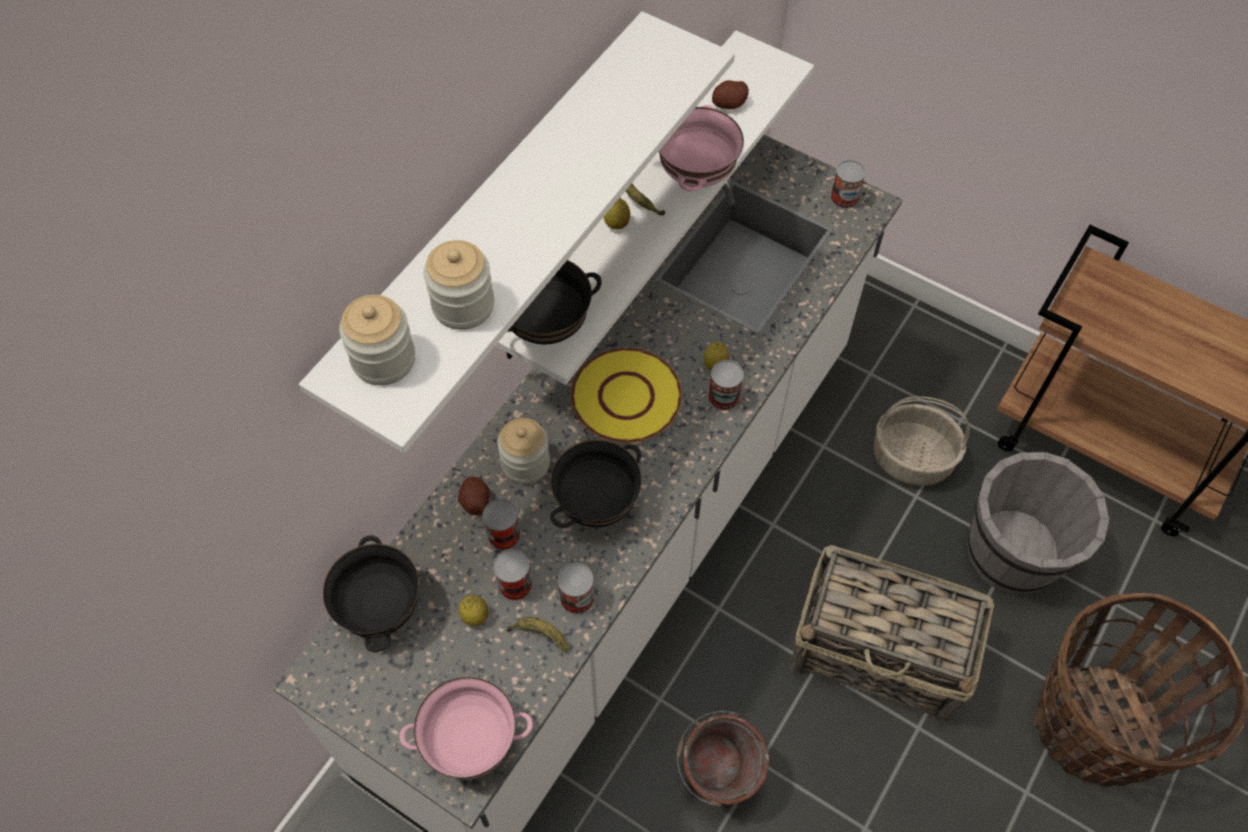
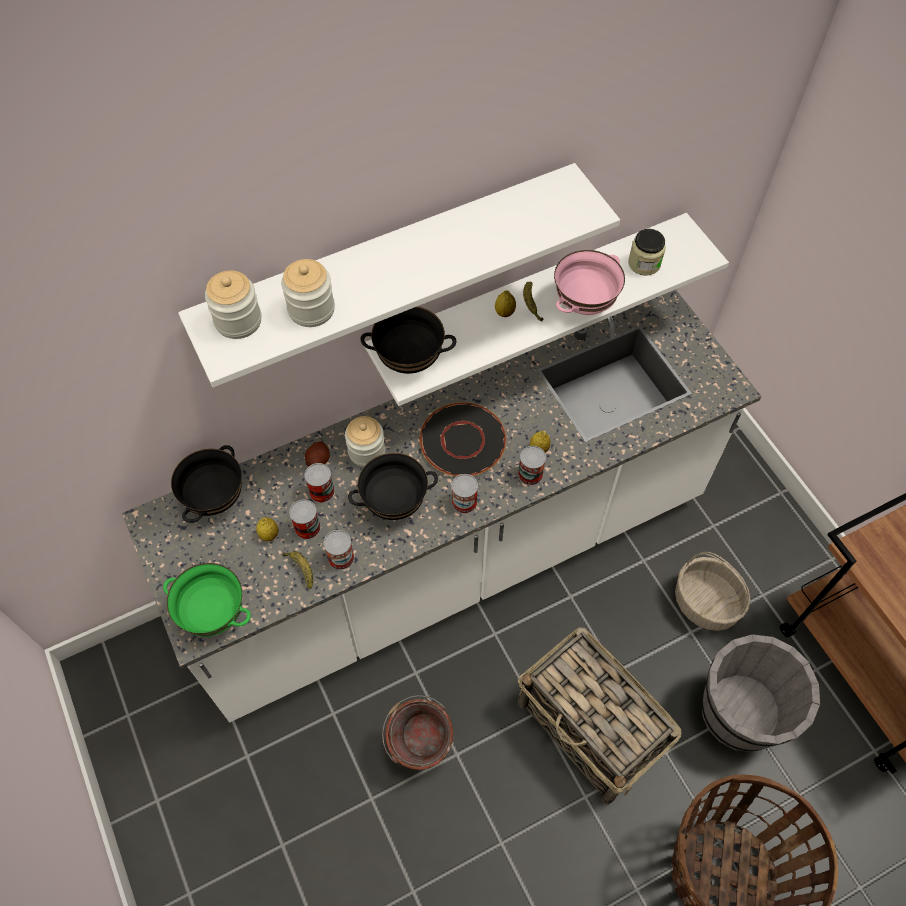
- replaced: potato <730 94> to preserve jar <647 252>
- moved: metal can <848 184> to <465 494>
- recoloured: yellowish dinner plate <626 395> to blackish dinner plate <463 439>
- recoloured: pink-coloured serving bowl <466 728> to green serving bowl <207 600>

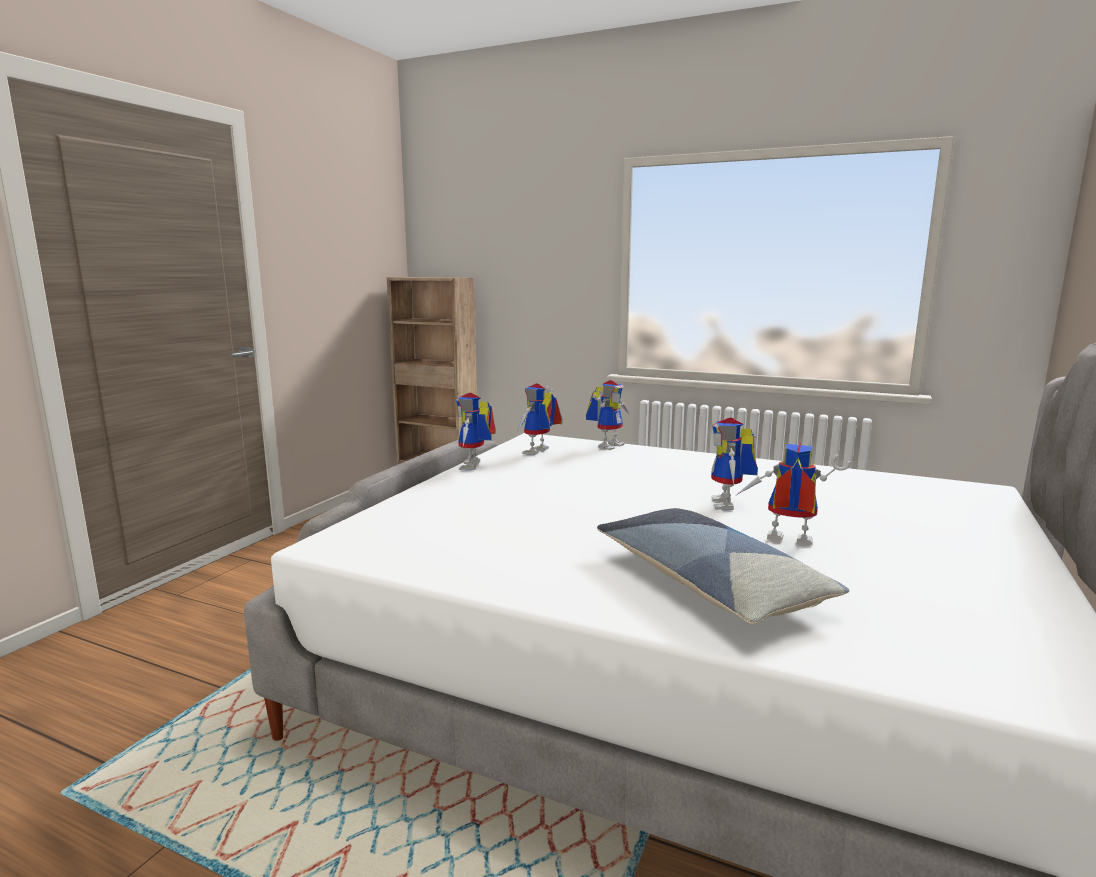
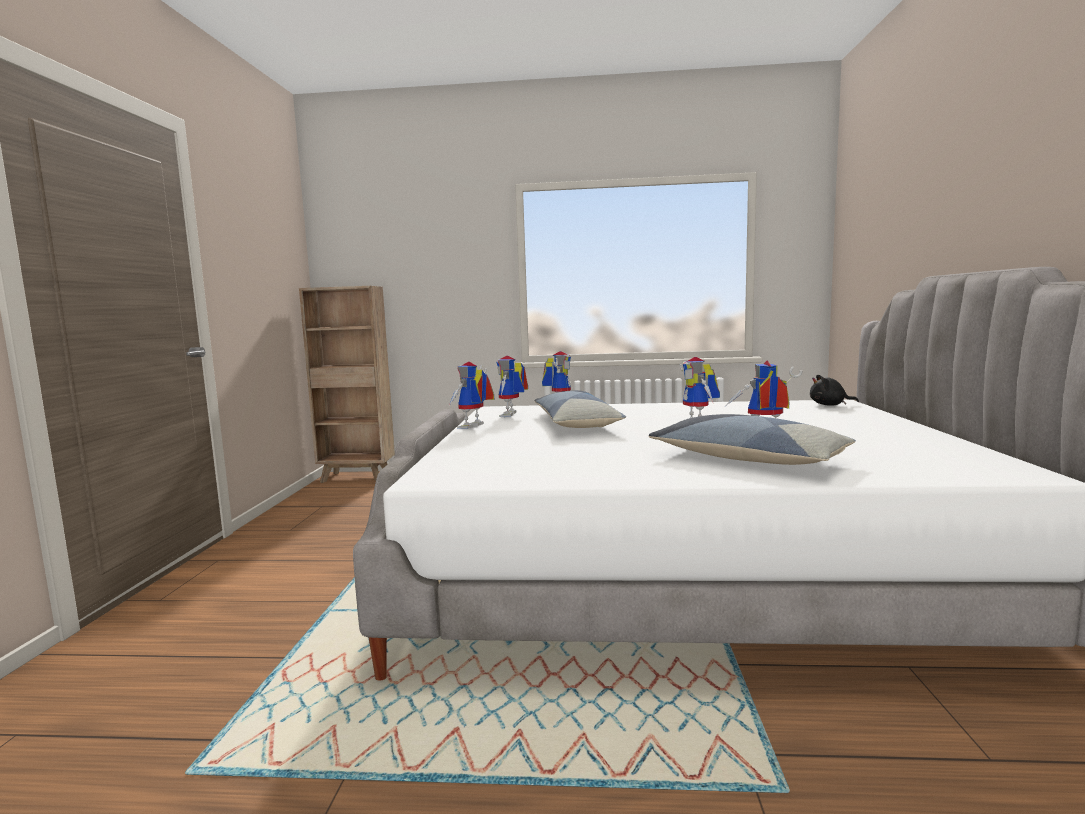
- turned: toy robot <476 431> = <471 395> 45 degrees clockwise
- added: blackish cuddly toy <834 390>
- added: pillow <580 409>

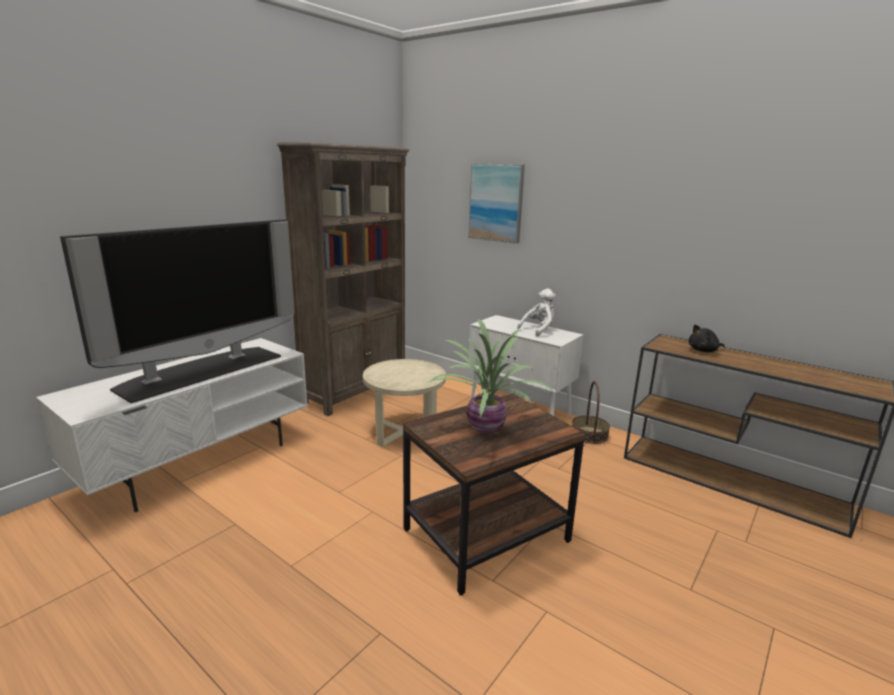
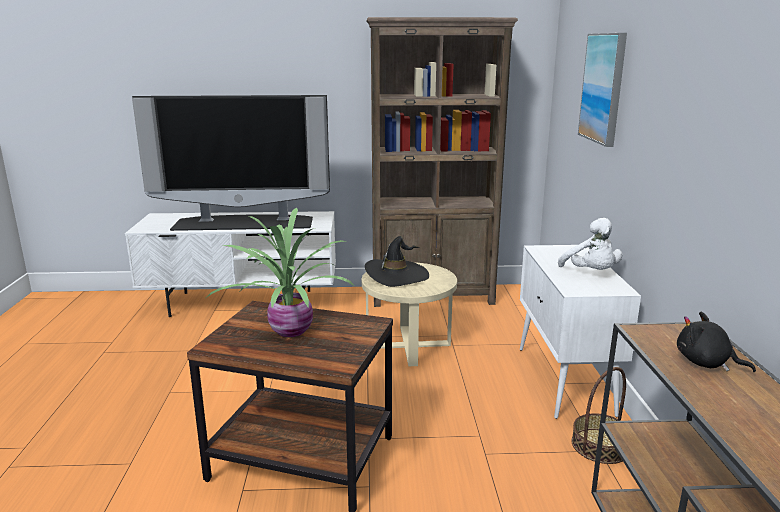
- turned: white-coloured cuddly toy <536 312> = <590 244> 60 degrees clockwise
- added: blackish wearable hat <397 261>

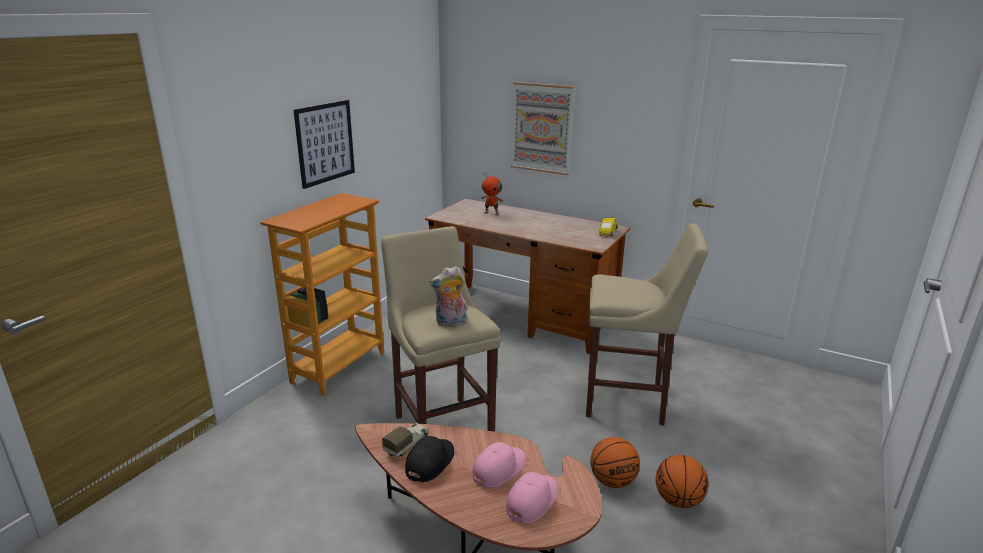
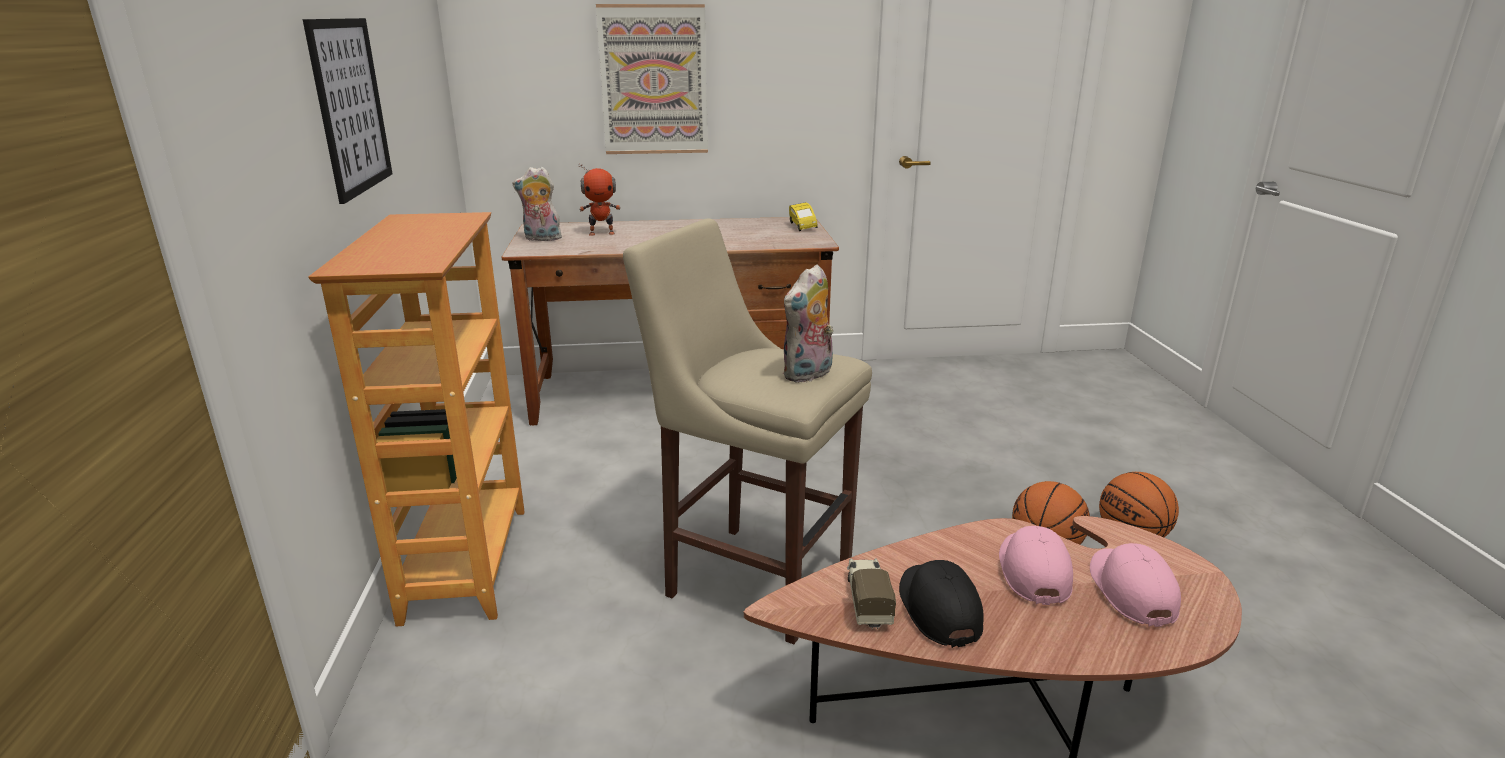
- removed: sand-coloured stool <647 324>
- added: cuddly toy <537 204>

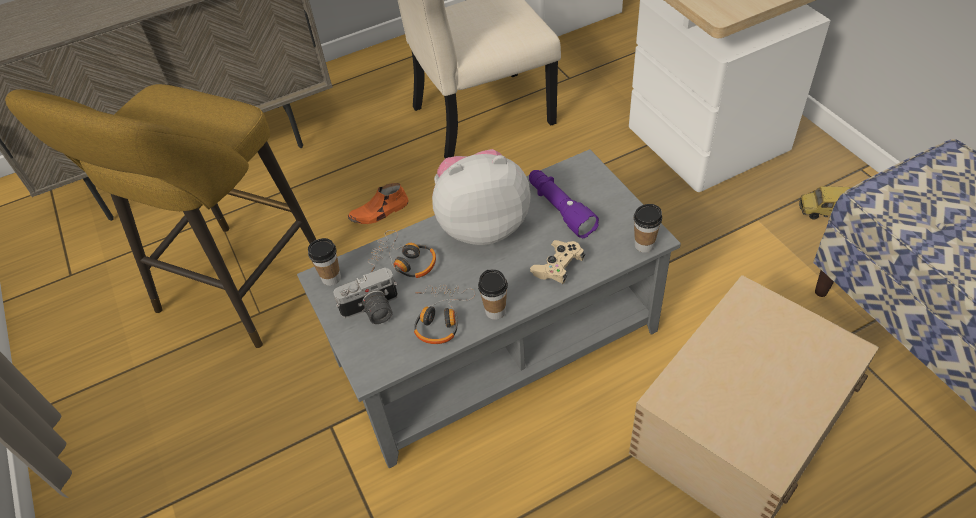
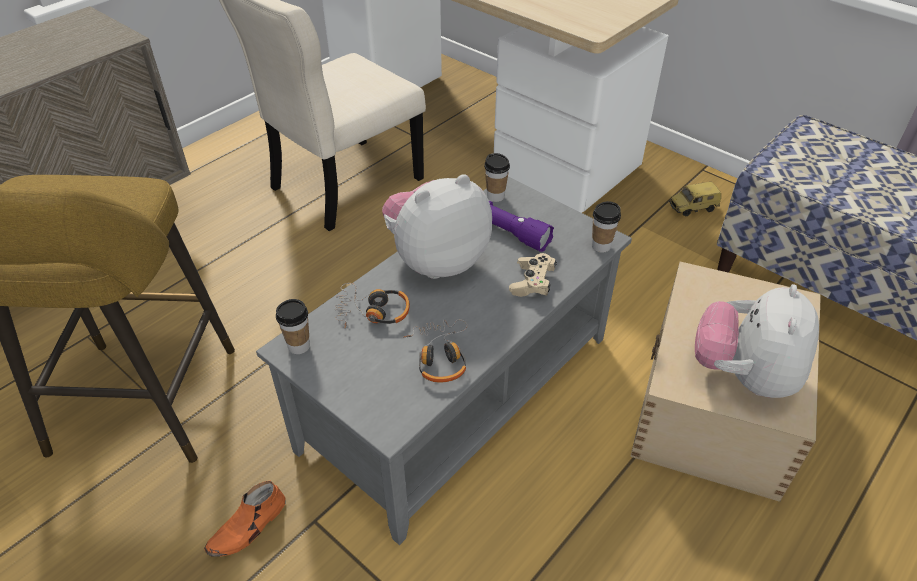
- moved: orangey shoe <378 203> to <245 519>
- removed: photo camera <365 296>
- moved: drinking cup <493 294> to <497 177>
- added: cuddly toy <757 341>

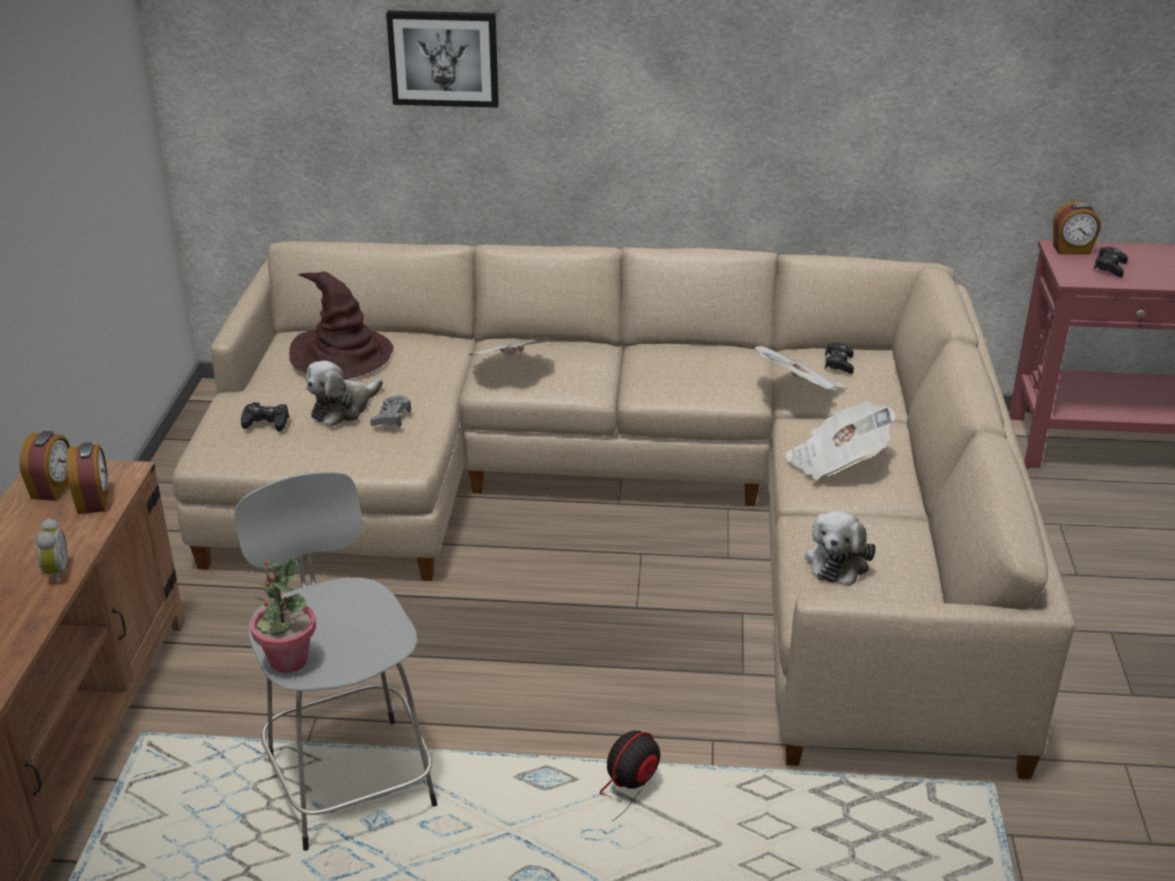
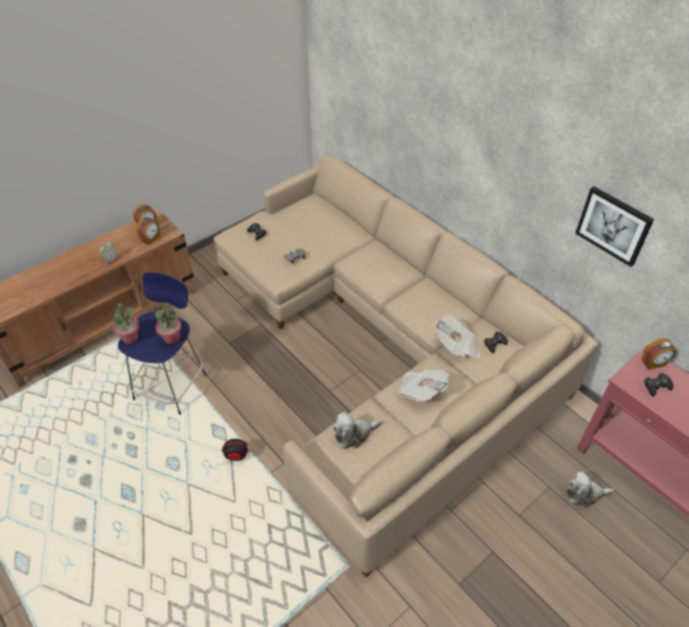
- moved: wall art <442 59> to <614 226>
- turned: alarm clock <1077 228> = <658 354> 60 degrees counterclockwise
- removed: brown-coloured wearable hat <341 325>
- removed: daily paper <510 347>
- moved: cuddly toy <344 394> to <591 490>
- recoloured: gray stool <335 661> to bluish stool <162 343>
- added: potted plant <168 323>

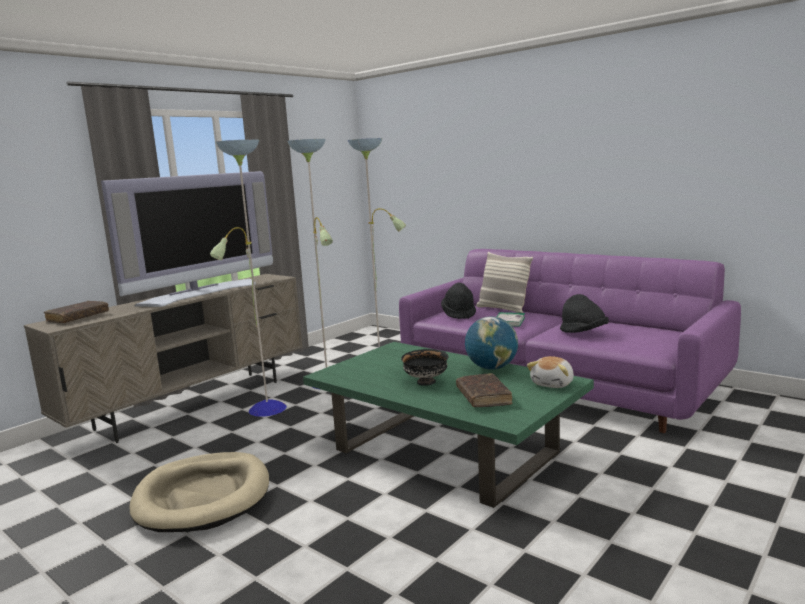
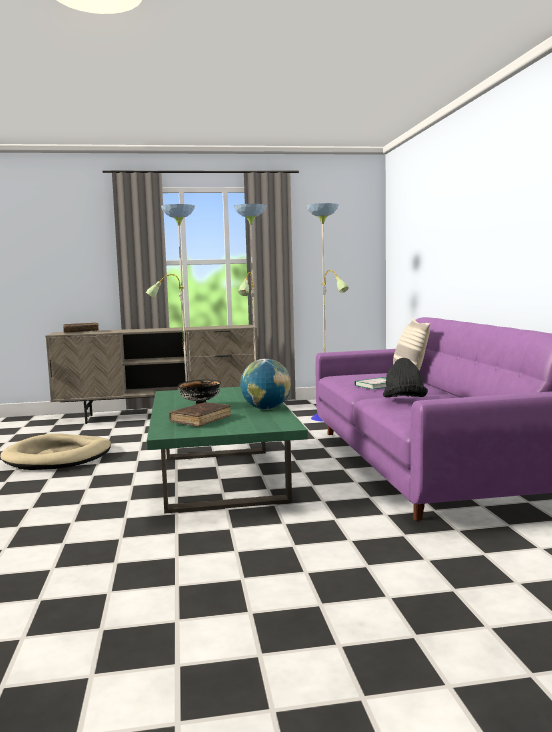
- removed: TV set <187 239>
- removed: blackish wearable hat <458 301>
- removed: cuddly toy <550 372>

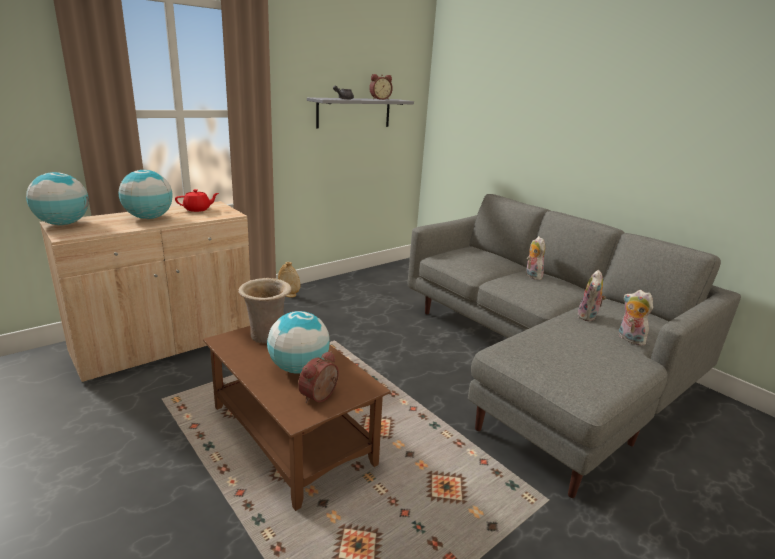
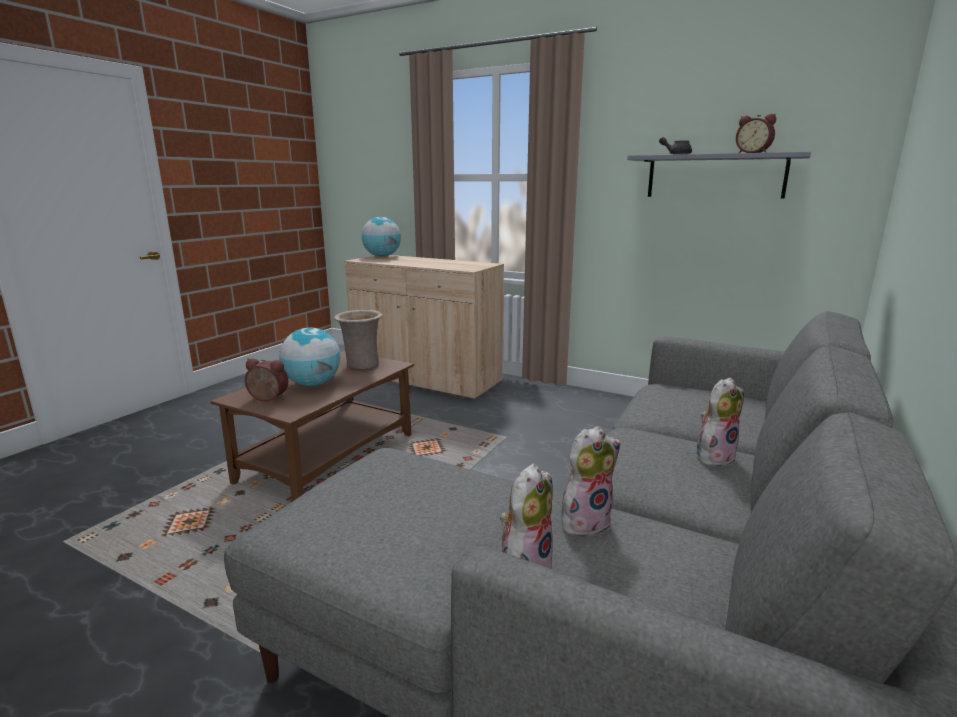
- removed: globe <145 194>
- removed: reddish tea pot <197 200>
- removed: sand-coloured decorative vase <289 280>
- turned: cuddly toy <591 296> = <591 481> 150 degrees clockwise

